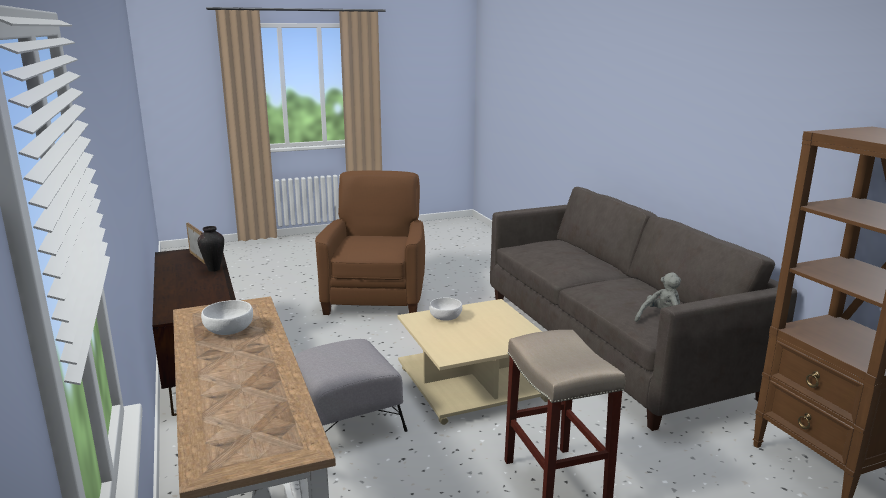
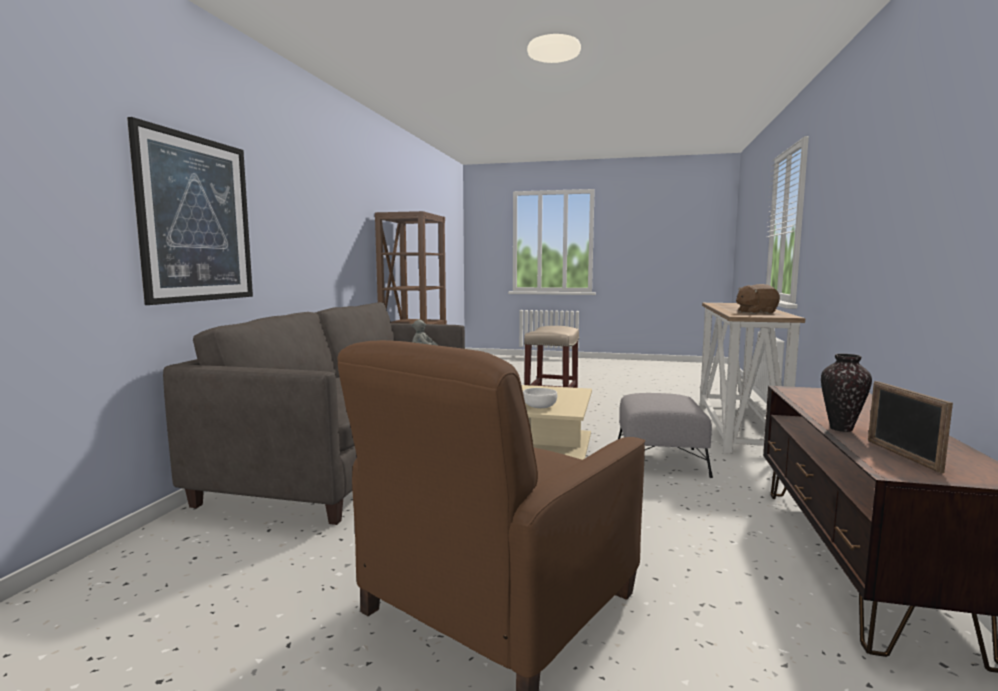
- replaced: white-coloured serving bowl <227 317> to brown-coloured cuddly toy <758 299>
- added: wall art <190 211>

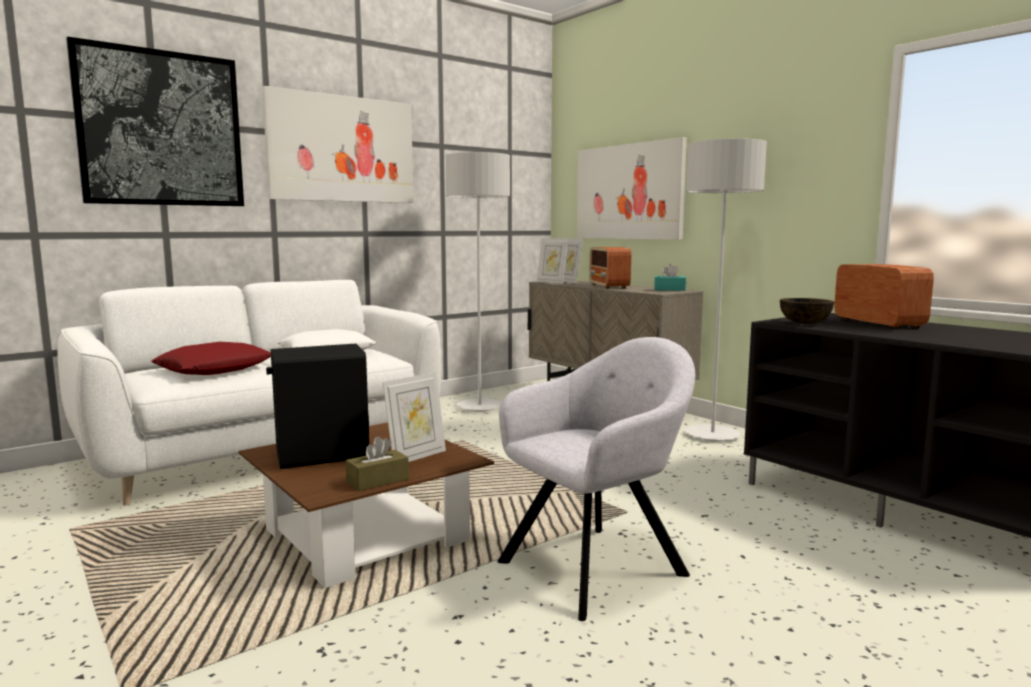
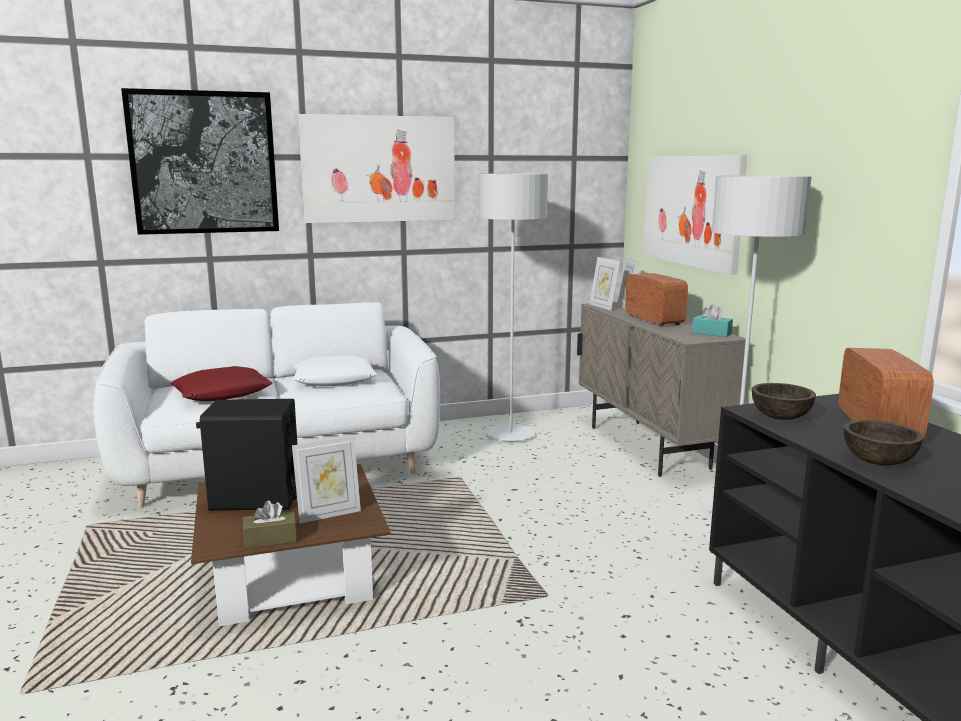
- turned: radio <610 268> = <656 299> 150 degrees clockwise
- removed: gray armchair <596 479>
- added: brown-coloured serving bowl <883 443>

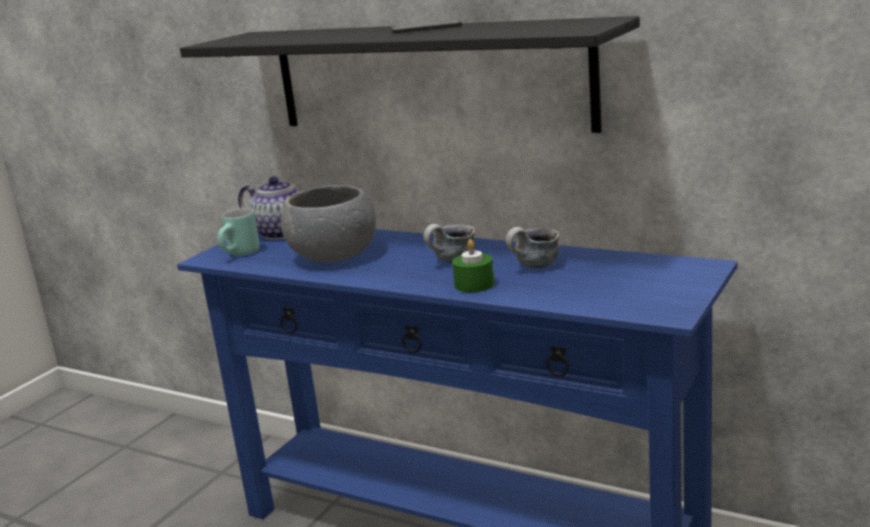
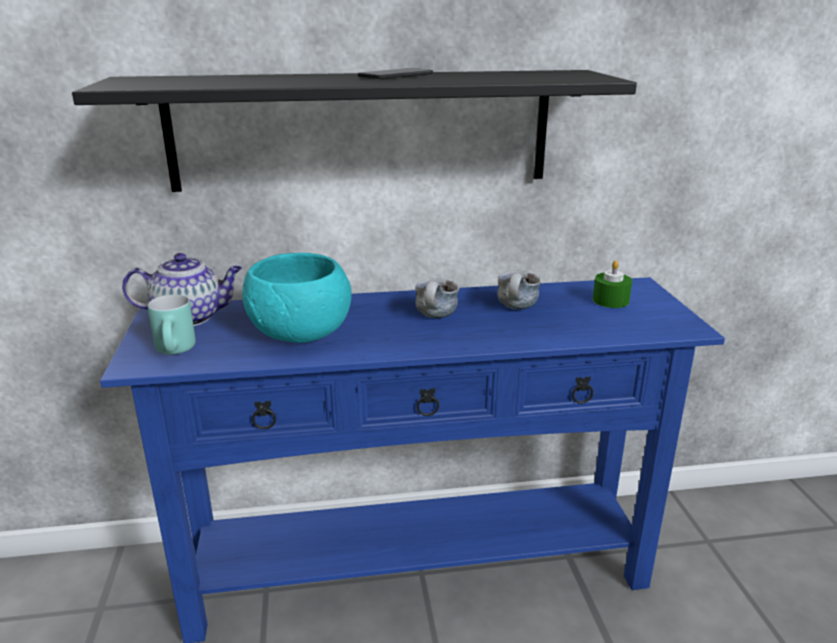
- recoloured: gray serving bowl <328 224> to blue-green serving bowl <297 298>
- moved: green candle <473 265> to <612 284>

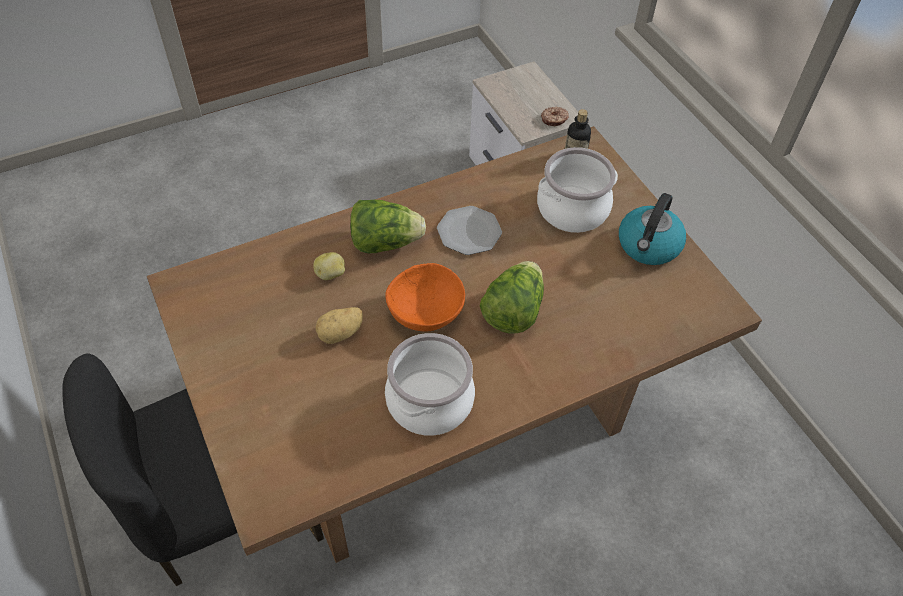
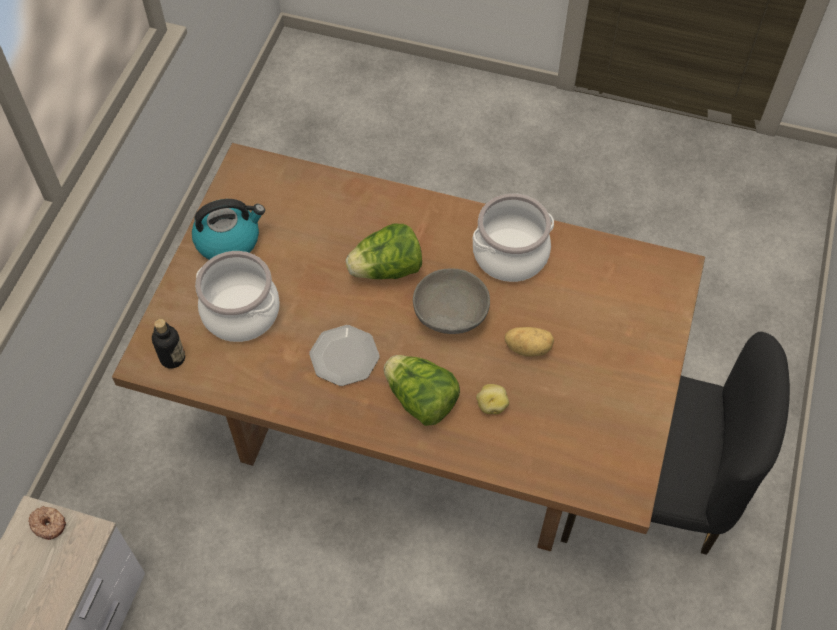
- recoloured: orangey serving bowl <425 297> to gray serving bowl <451 301>

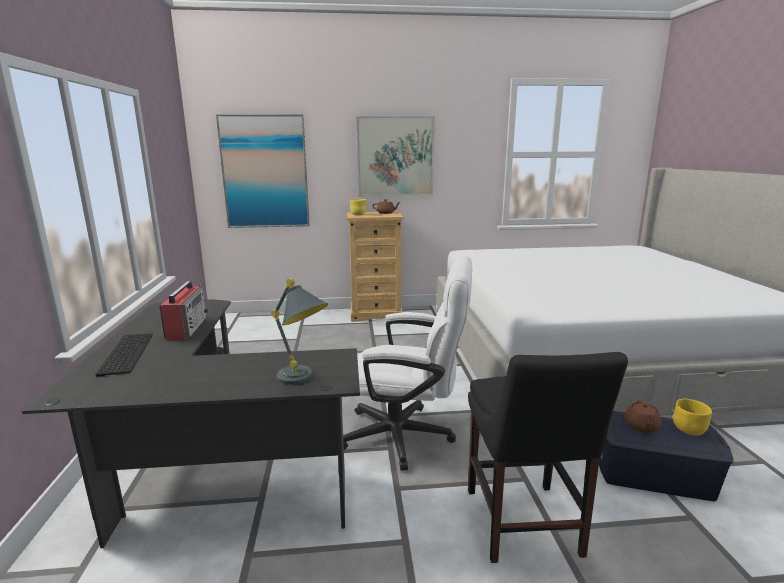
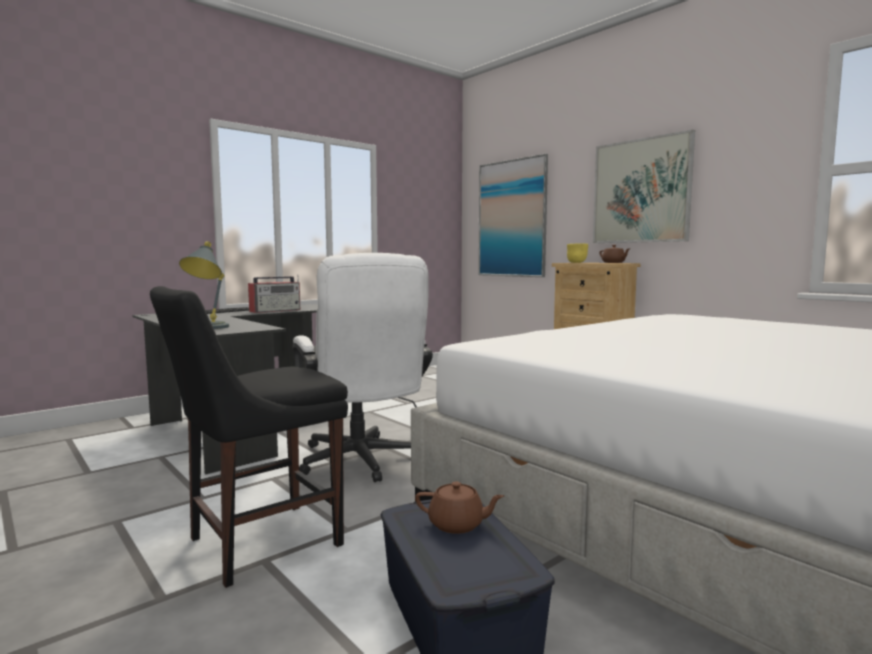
- removed: yellowish serving bowl <692 417>
- turned: brown-coloured tea pot <642 416> = <459 507> 150 degrees counterclockwise

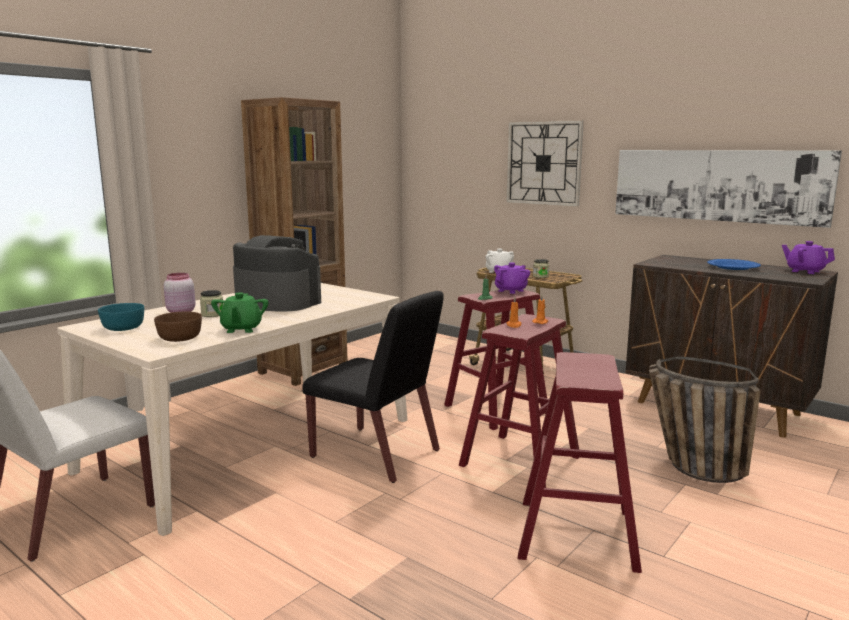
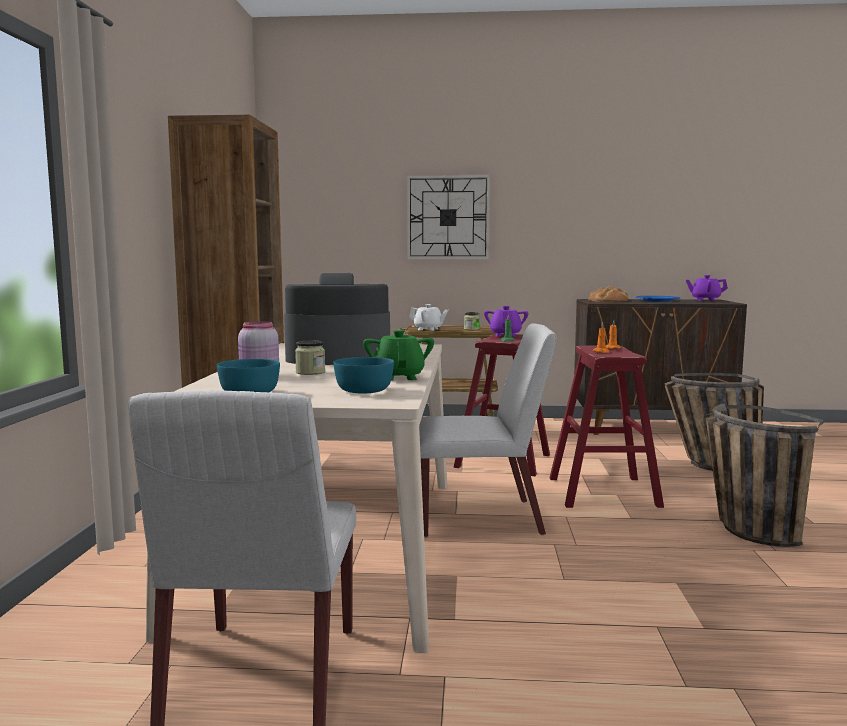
- removed: wall art <728 189>
- recoloured: blackish chair <373 387> to white-coloured chair <487 430>
- turned: green tea pot <239 312> = <398 355> 150 degrees counterclockwise
- recoloured: brown-coloured serving bowl <178 327> to blue-green serving bowl <363 375>
- replaced: reddish stool <579 462> to basket <764 475>
- added: bread <608 294>

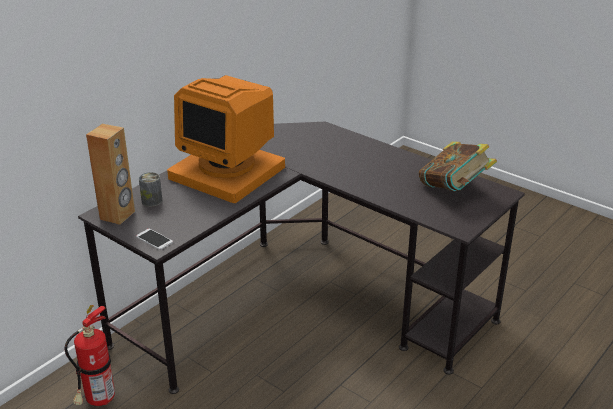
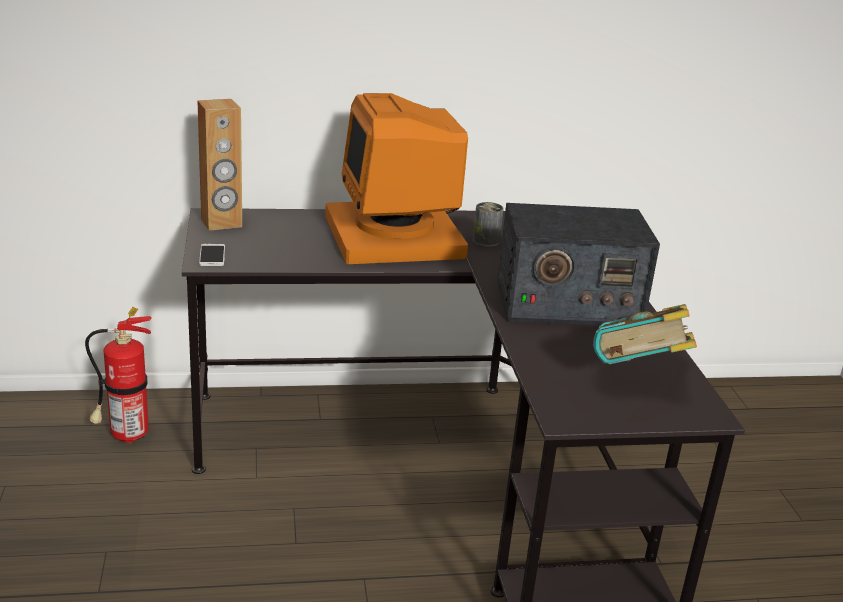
- moved: metal can <150 189> to <488 224>
- added: radio <578 264>

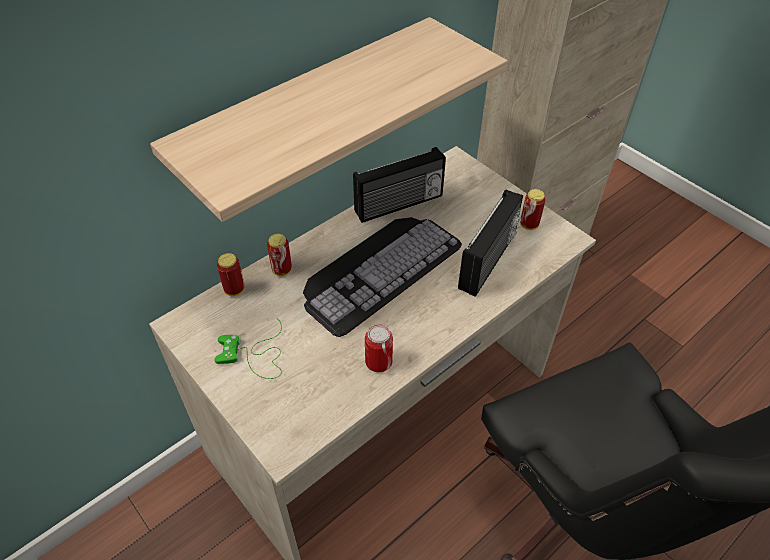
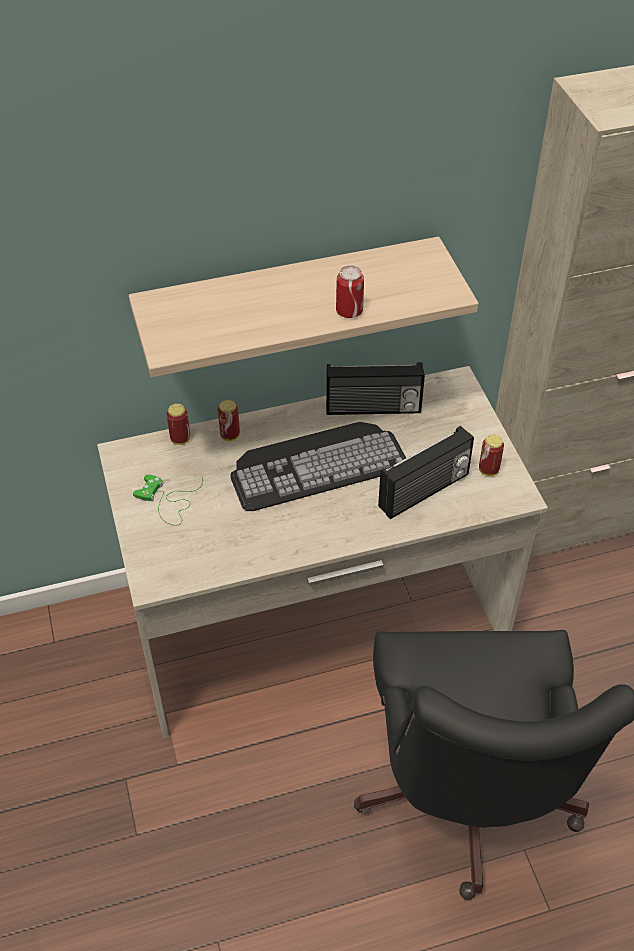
- moved: metal can <379 348> to <350 292>

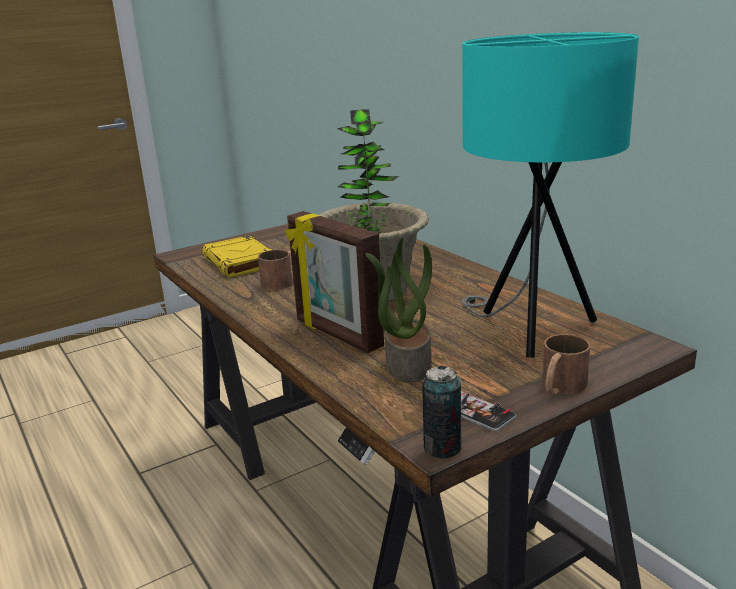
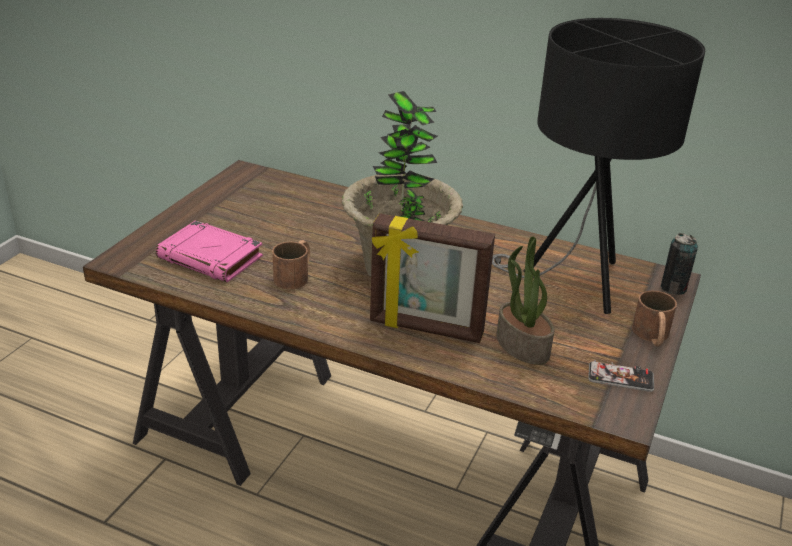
- recoloured: blue-green lamp for a table <550 195> to blackish lamp for a table <598 166>
- recoloured: yellowish bound book <236 256> to pink-coloured bound book <209 251>
- moved: metal can <442 412> to <679 264>

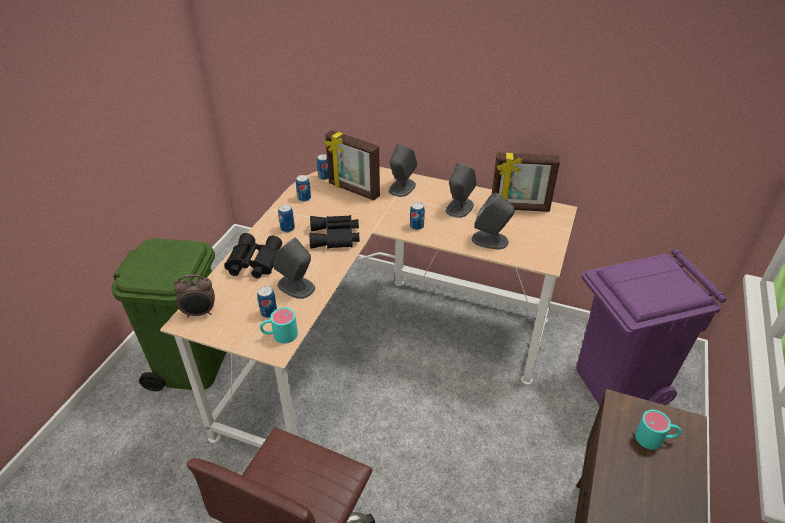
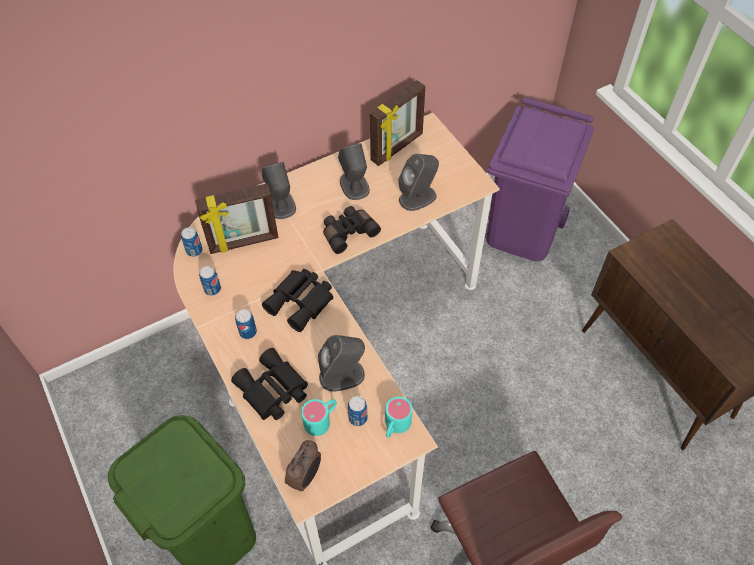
- replaced: metal can <417 216> to blackish binoculars <352 230>
- moved: blue-green tea mug <658 430> to <319 417>

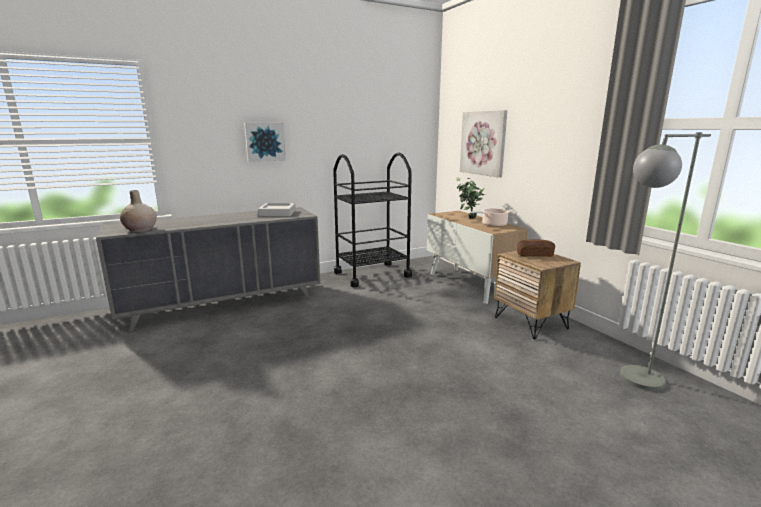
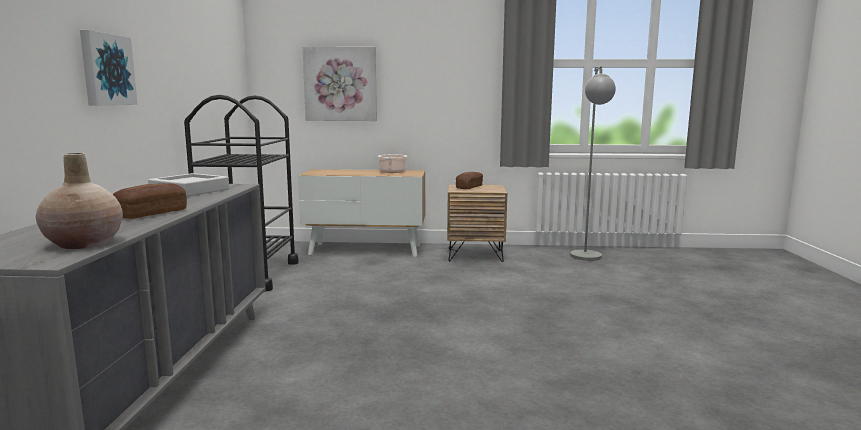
- removed: potted plant <470 198>
- added: bread <150 201>

